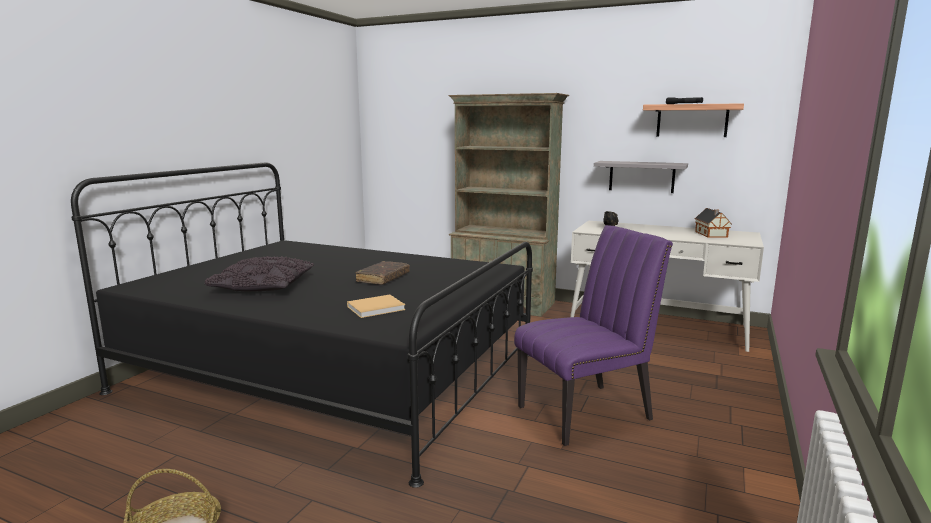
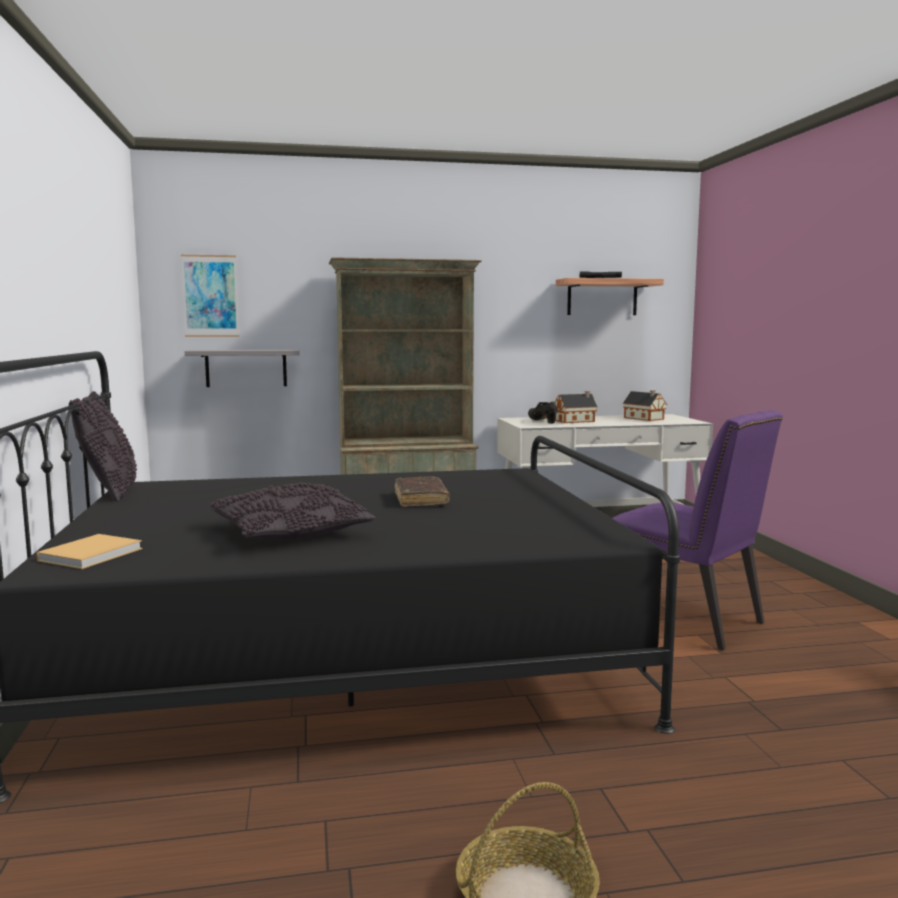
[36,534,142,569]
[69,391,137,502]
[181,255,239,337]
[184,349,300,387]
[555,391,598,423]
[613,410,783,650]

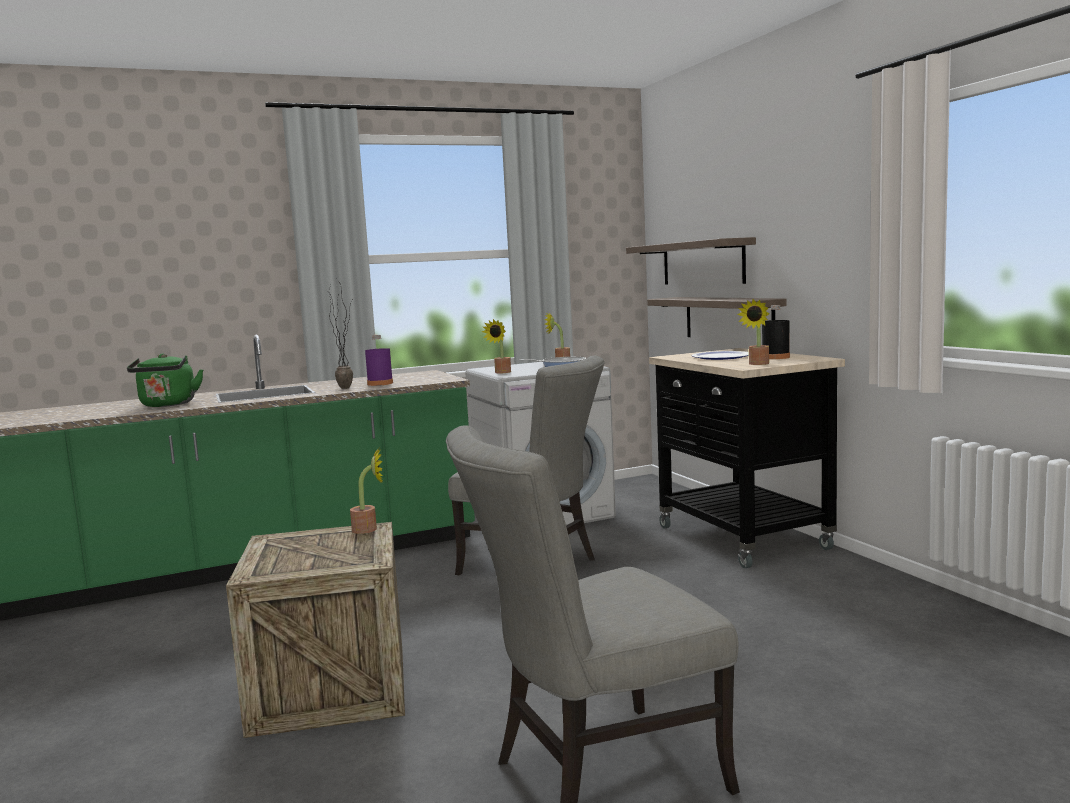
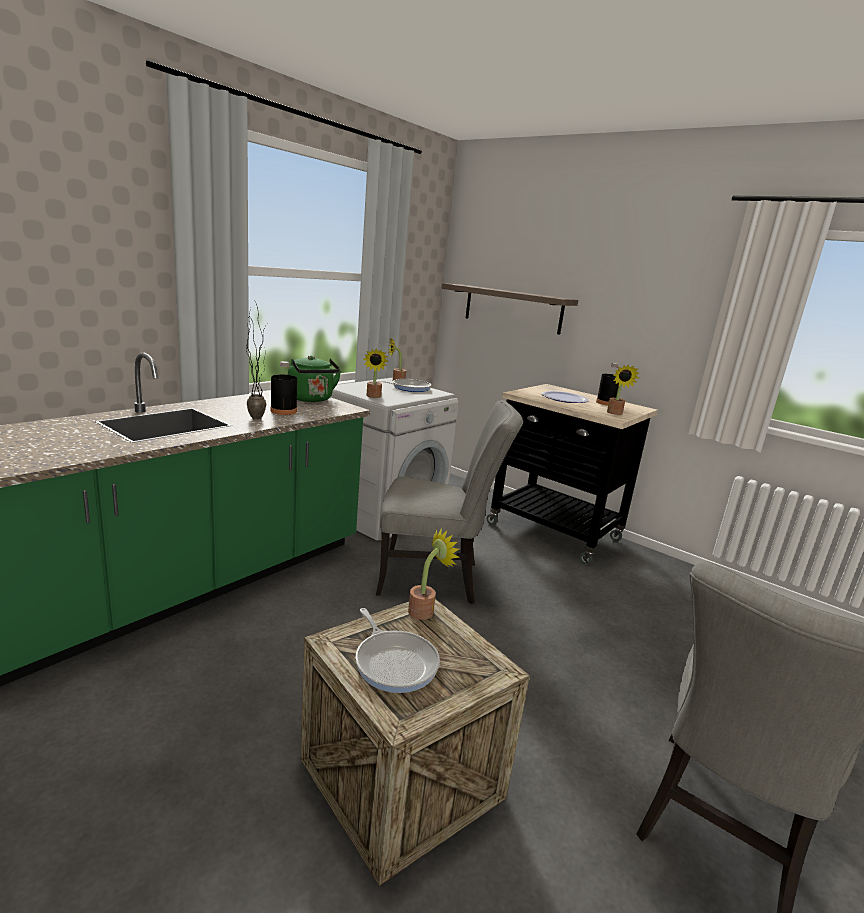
[270,361,297,415]
[288,356,341,402]
[355,608,440,693]
[647,297,787,337] (first image)

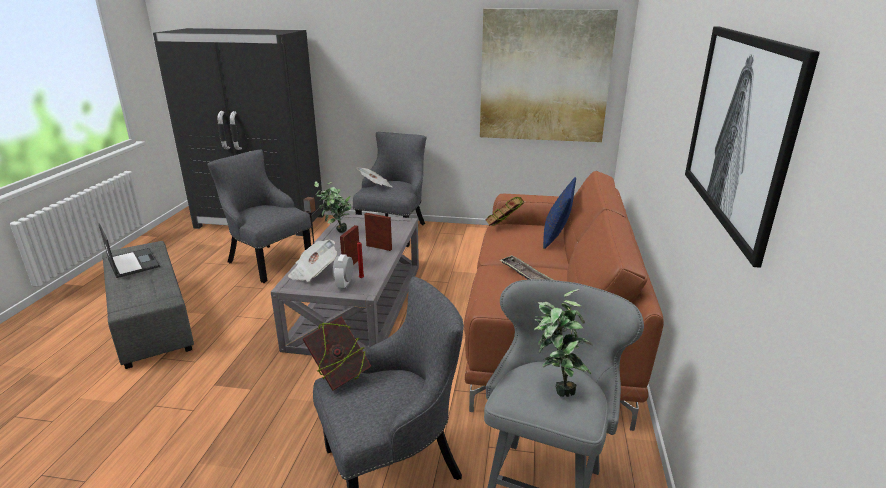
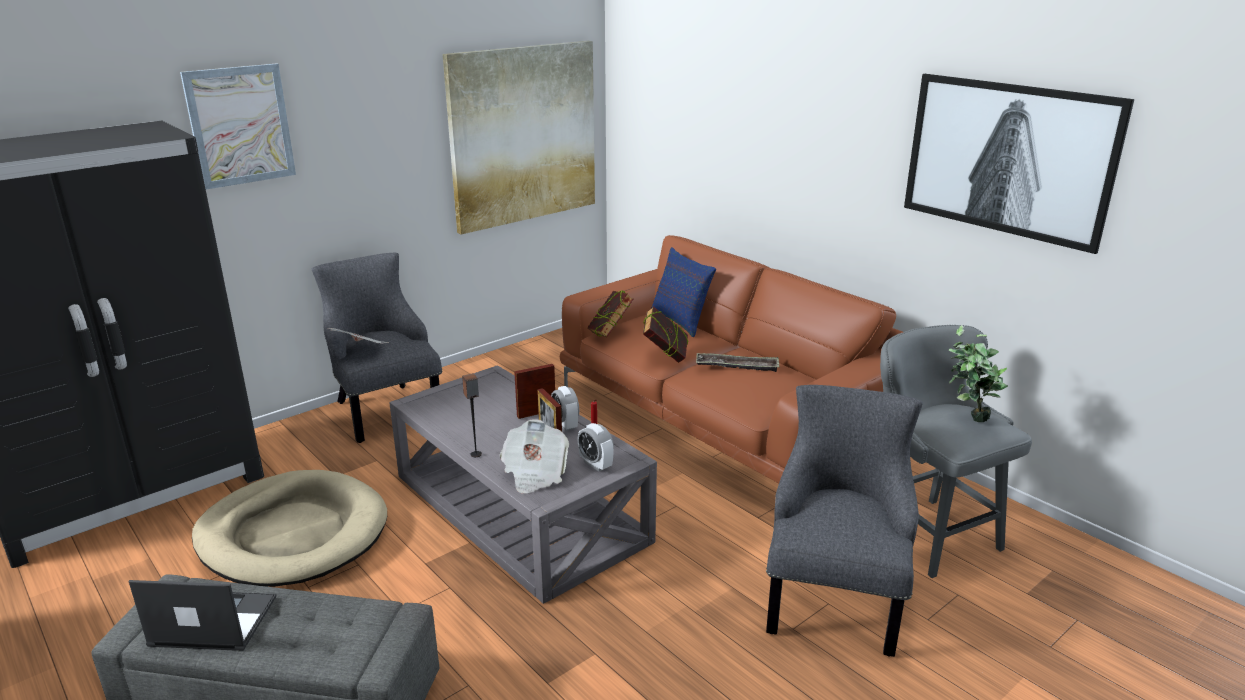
[180,63,296,190]
[192,470,387,587]
[551,386,579,431]
[643,306,688,363]
[314,181,352,233] (first image)

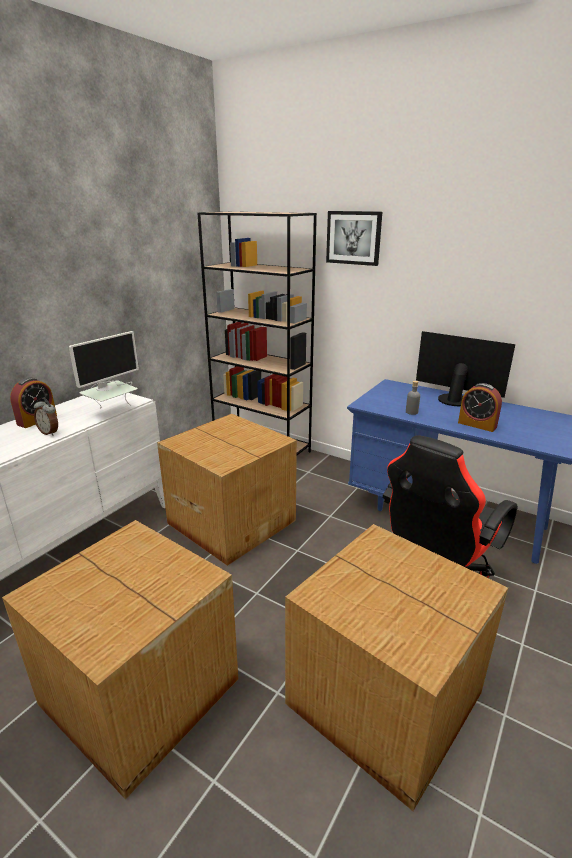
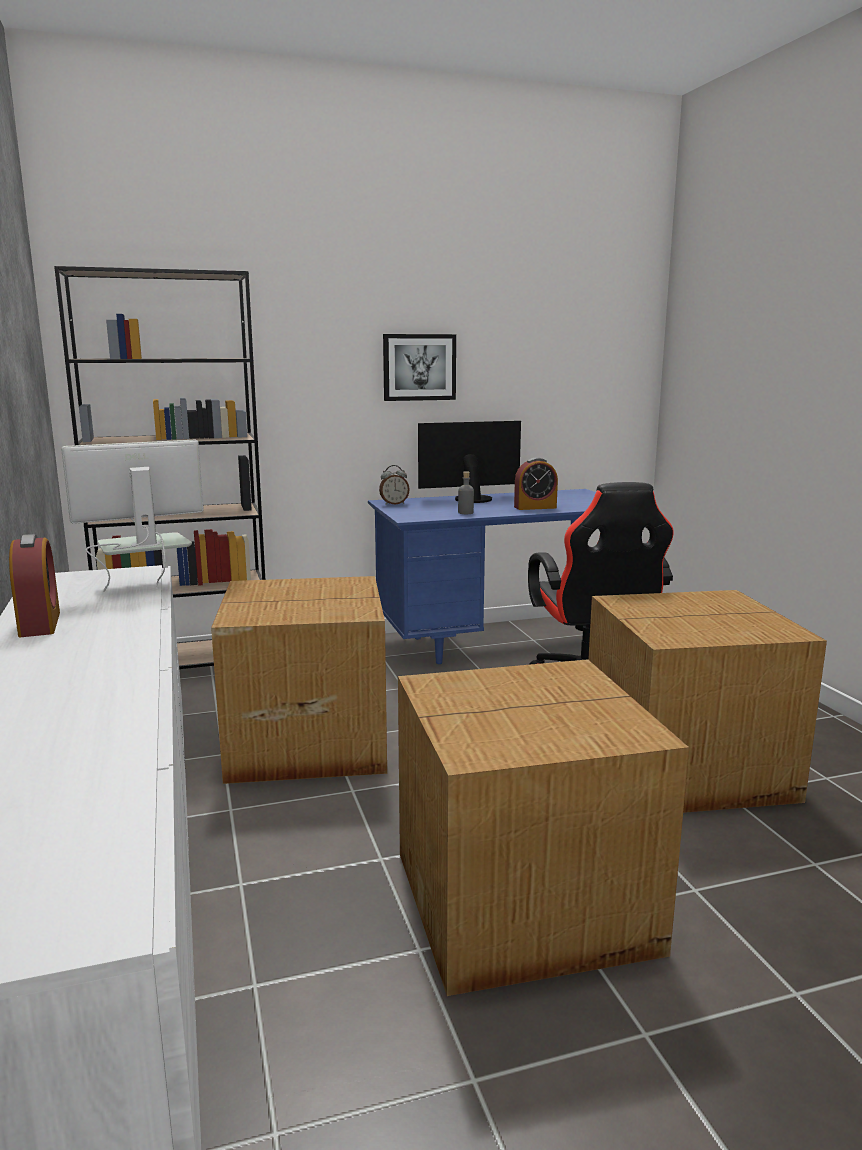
[61,440,204,592]
[379,465,410,505]
[383,334,456,401]

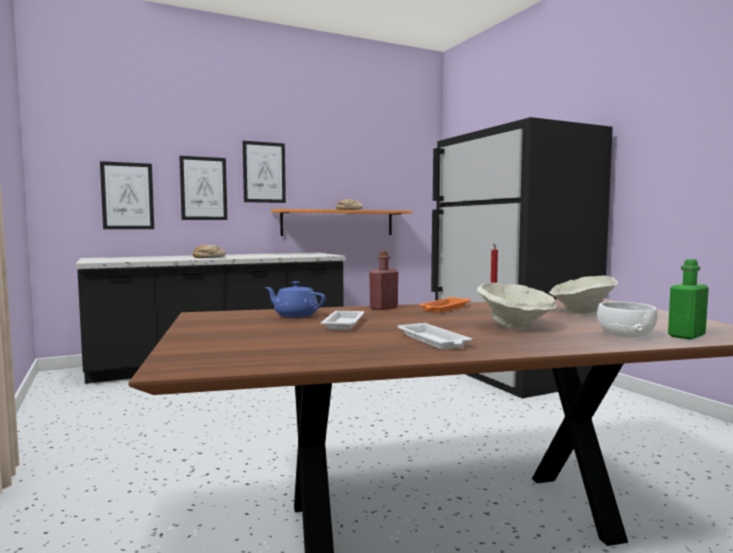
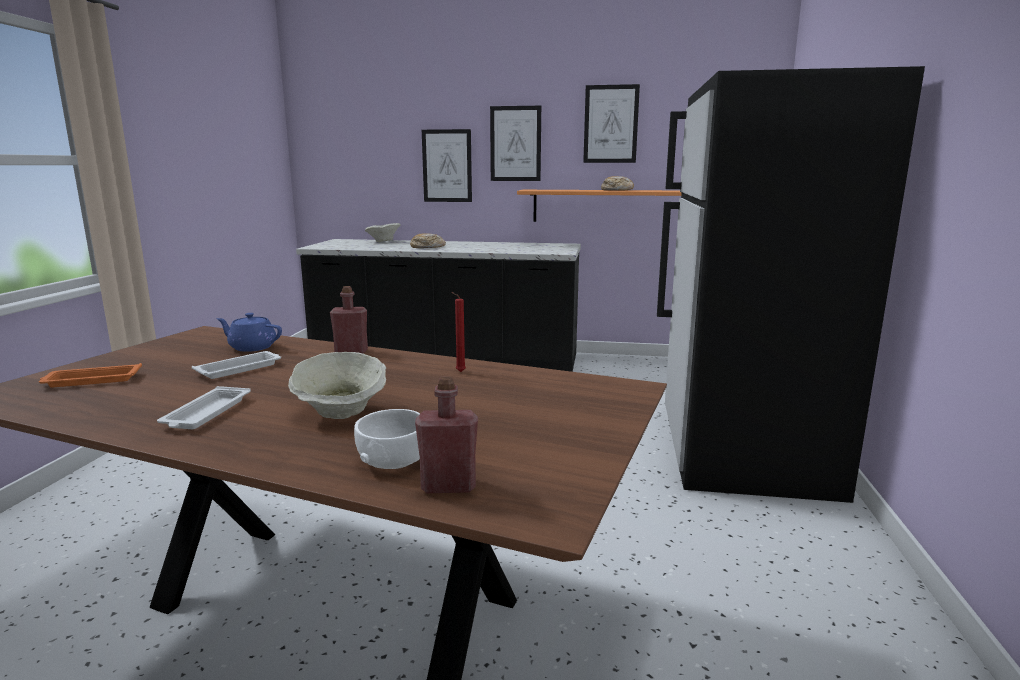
[39,363,142,387]
[216,313,282,352]
[365,223,401,242]
[415,376,478,493]
[583,84,640,163]

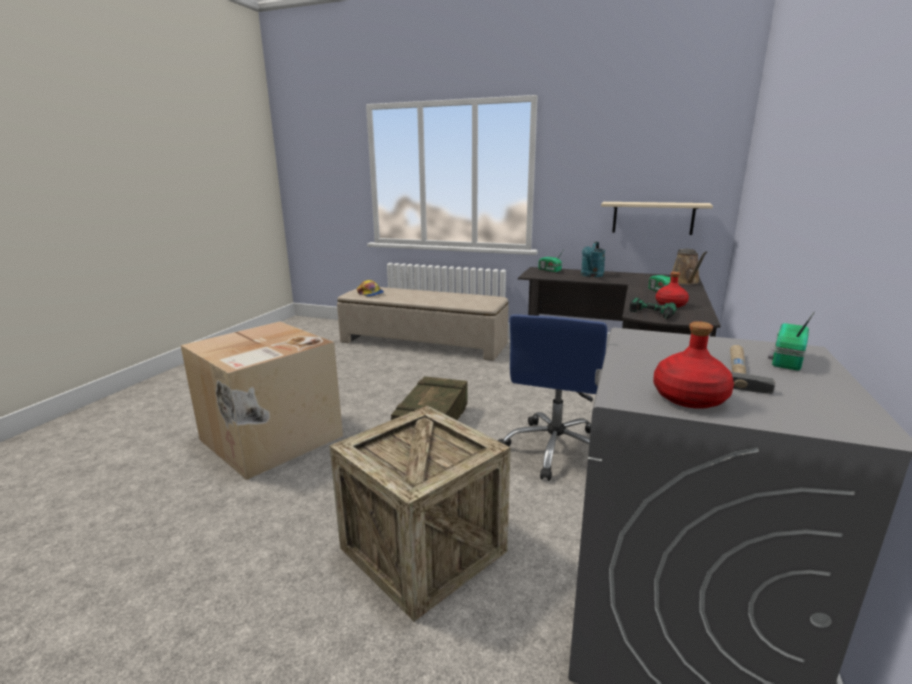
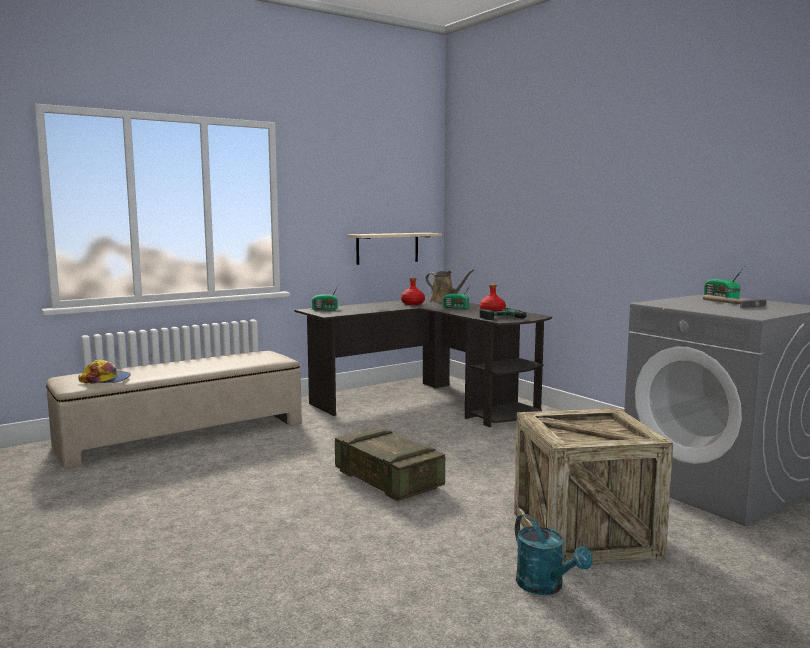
[401,278,425,305]
[515,514,593,595]
[181,322,343,480] (first image)
[498,314,607,481] (first image)

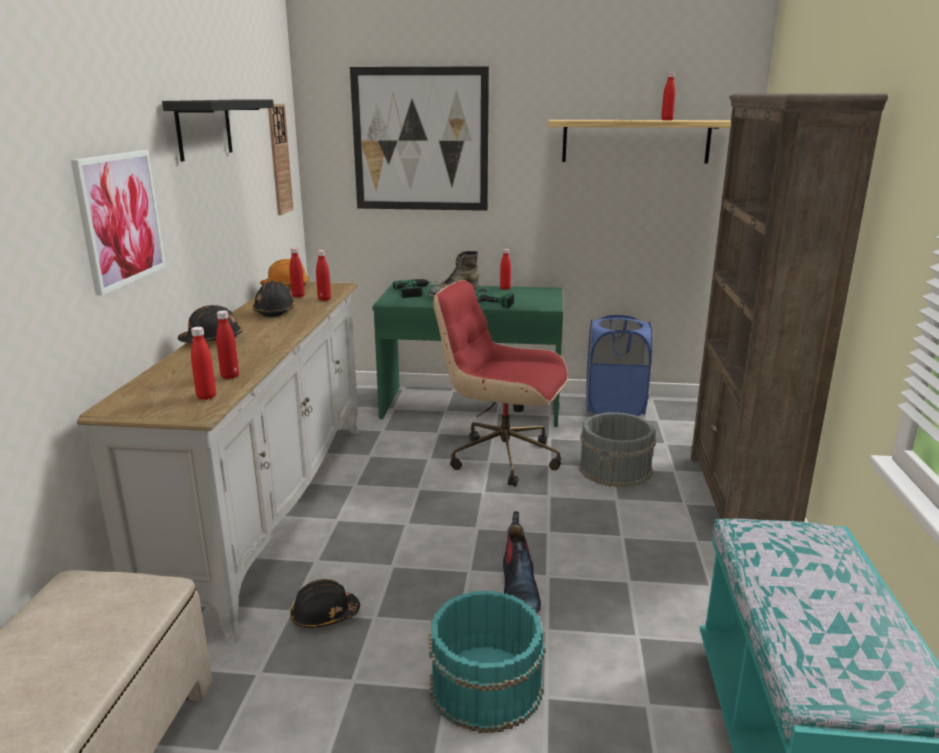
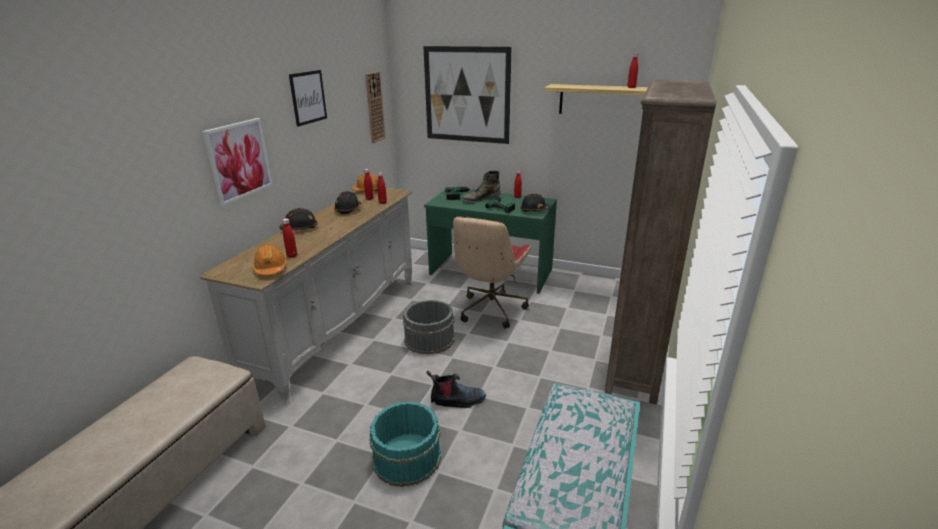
[252,244,287,275]
[289,70,327,127]
[403,300,455,354]
[427,371,486,408]
[453,217,531,329]
[520,193,550,212]
[586,315,652,417] (first image)

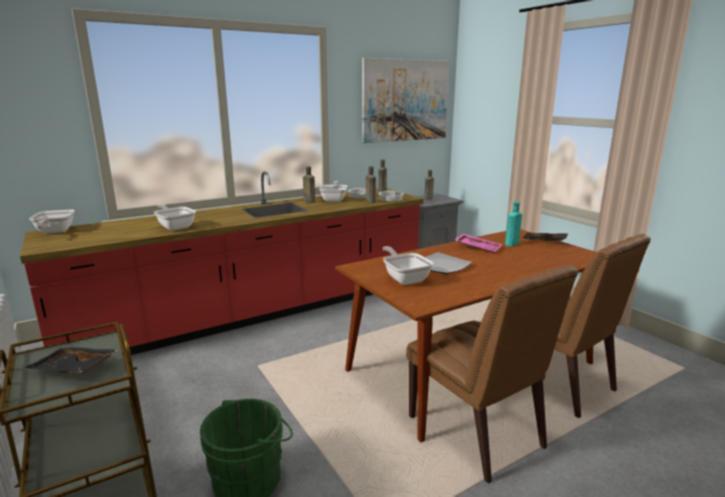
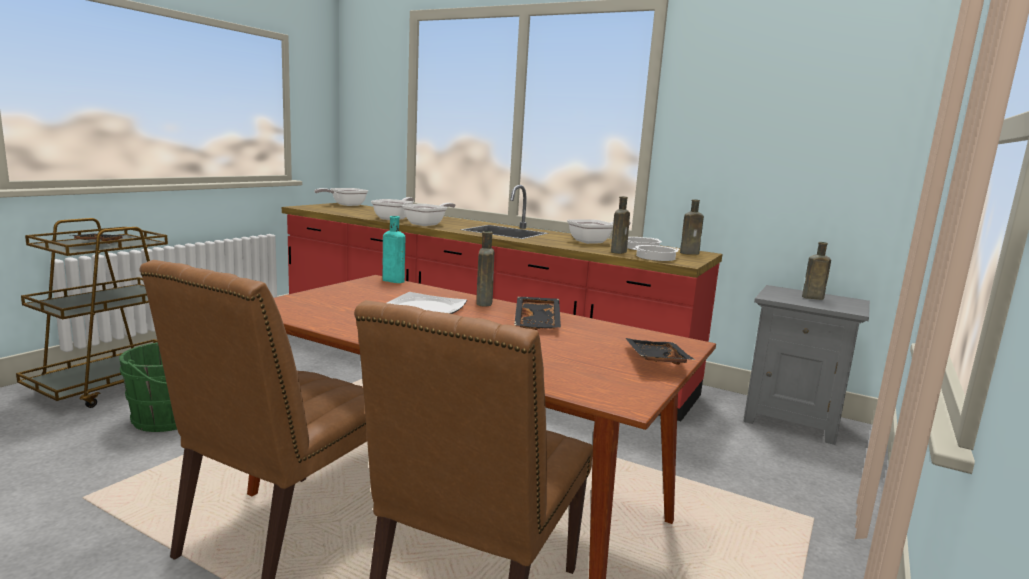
[383,216,405,283]
[402,203,455,226]
[477,231,494,307]
[514,297,561,330]
[362,58,449,143] (first image)

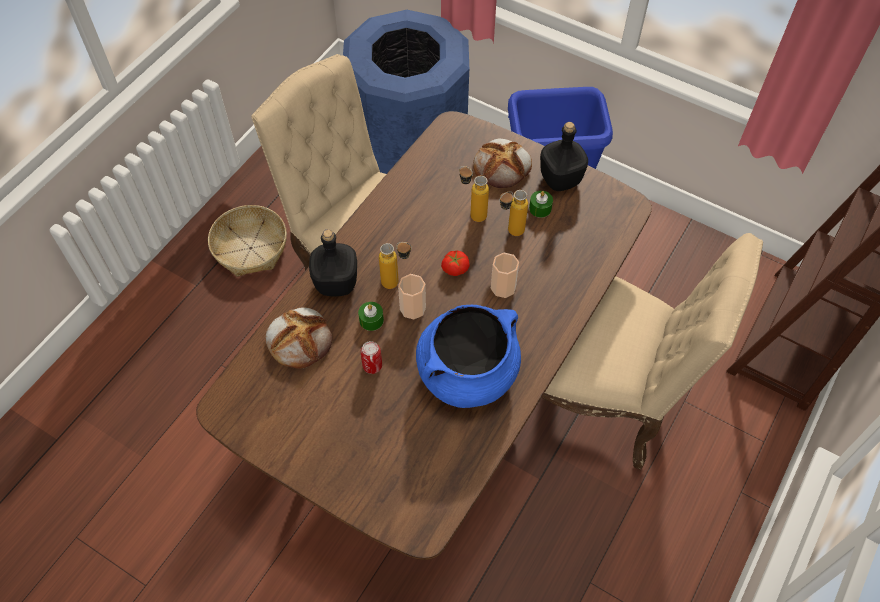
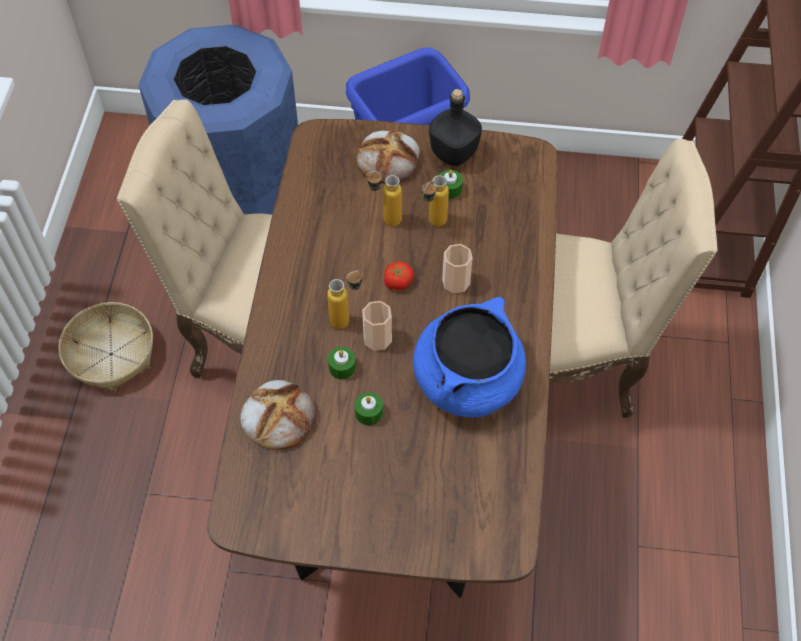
[355,392,383,425]
[309,229,357,296] (first image)

